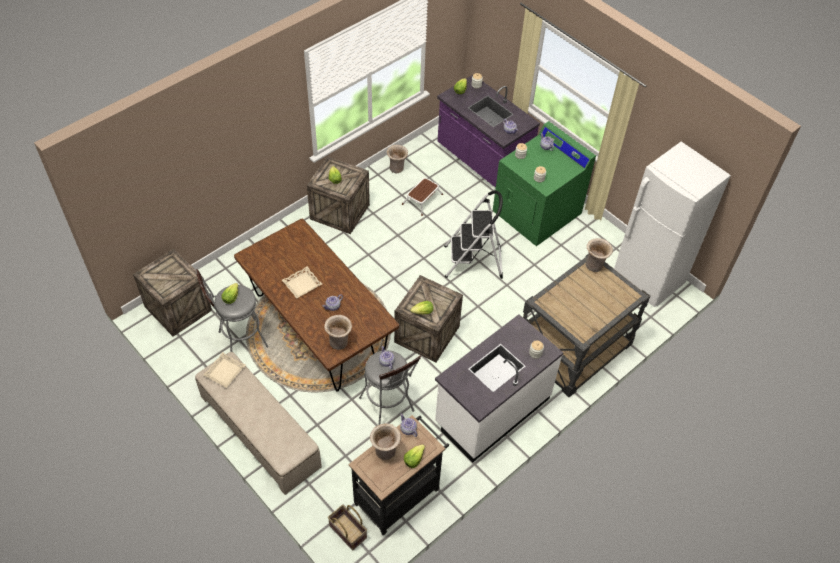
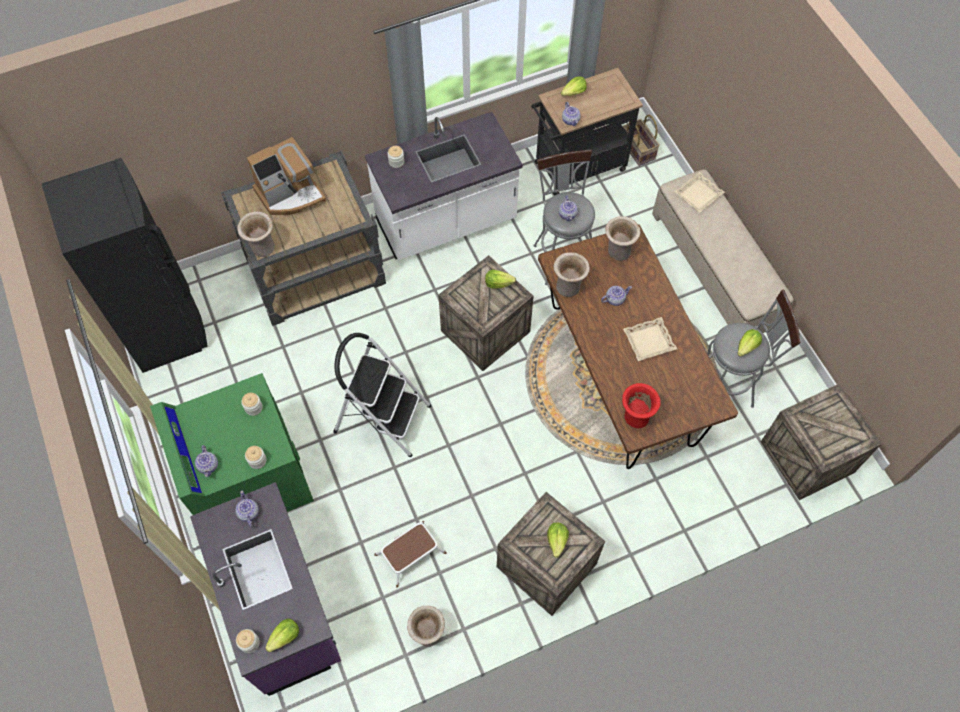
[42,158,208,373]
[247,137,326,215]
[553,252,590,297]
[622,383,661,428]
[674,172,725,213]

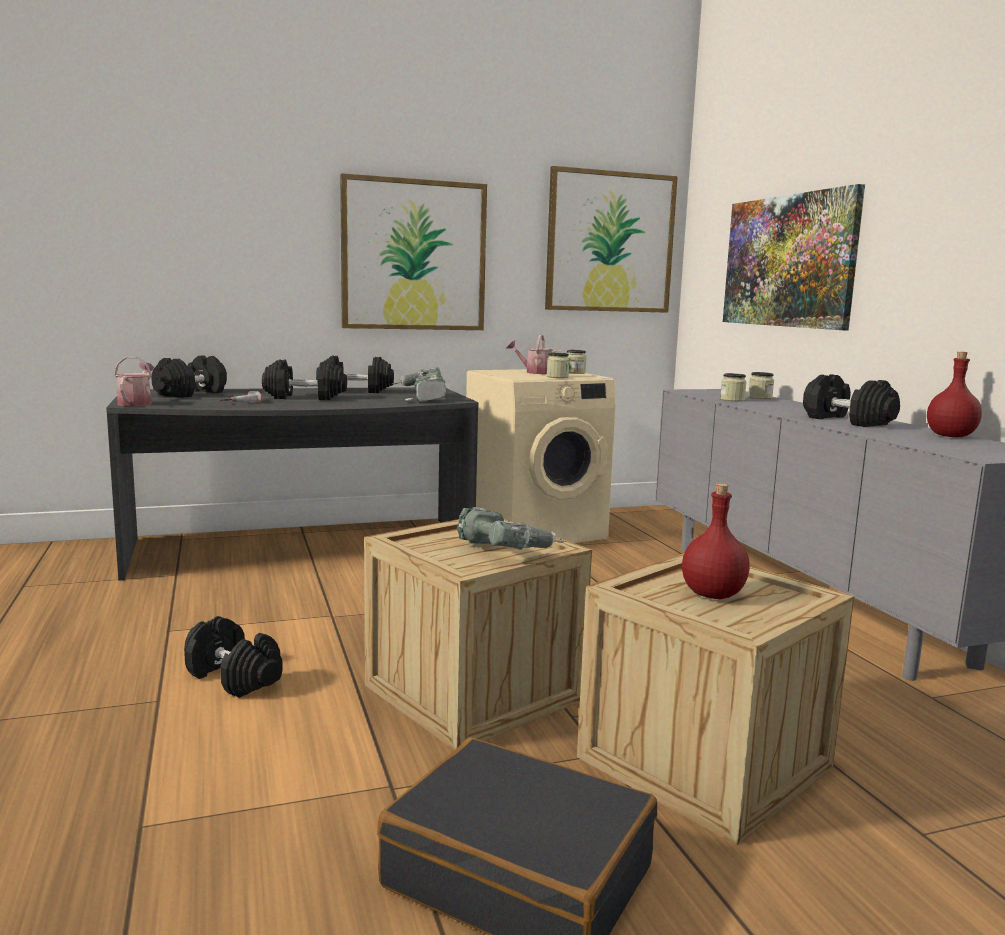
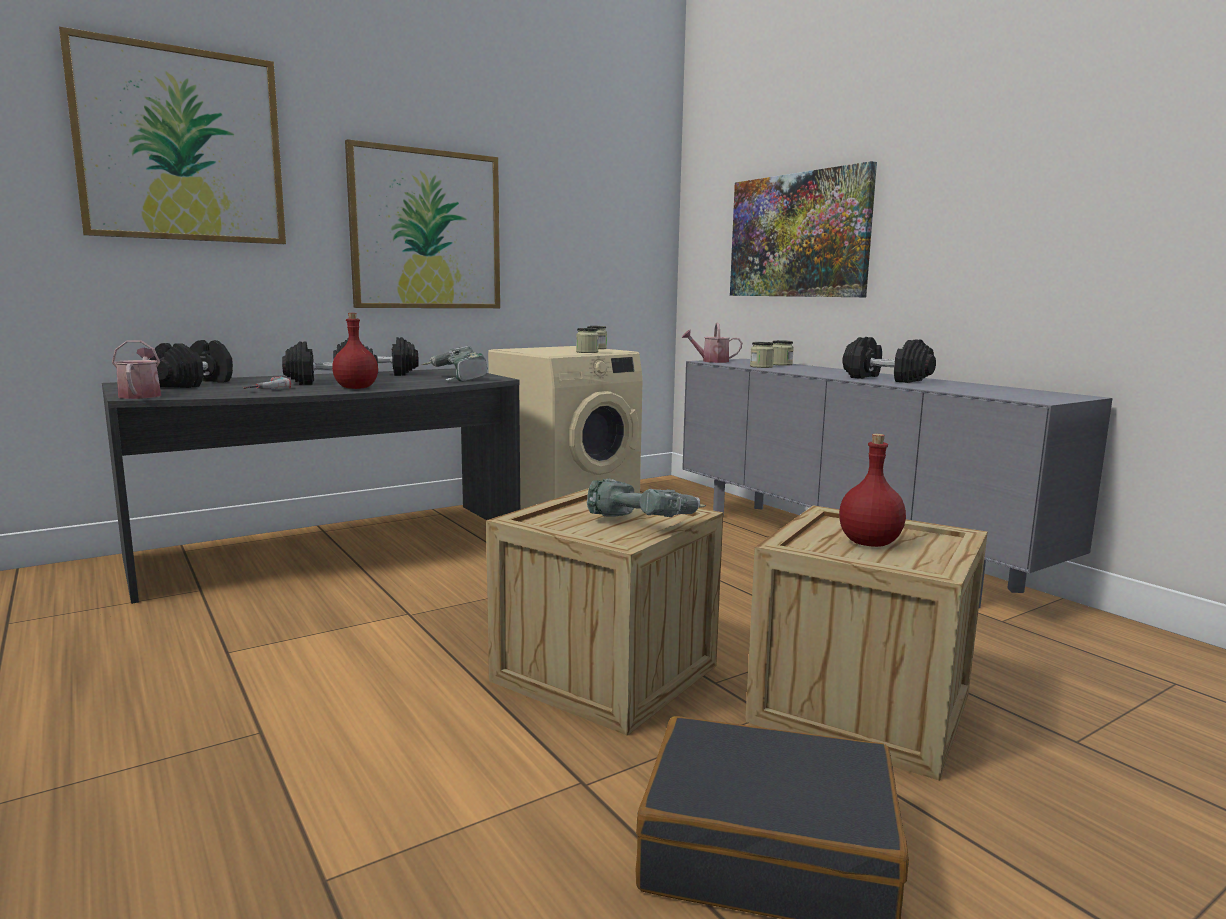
[59,27,286,244]
[332,313,378,389]
[681,323,742,363]
[184,616,283,698] (first image)

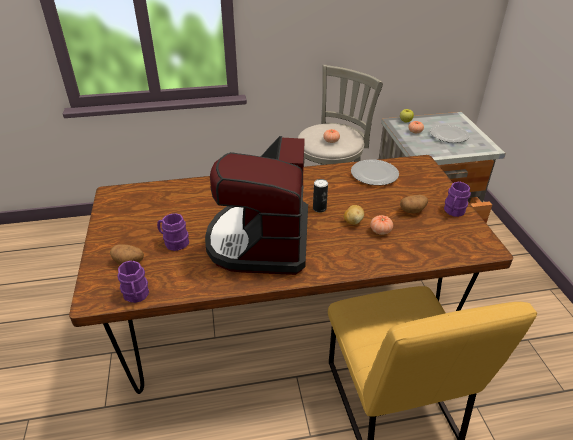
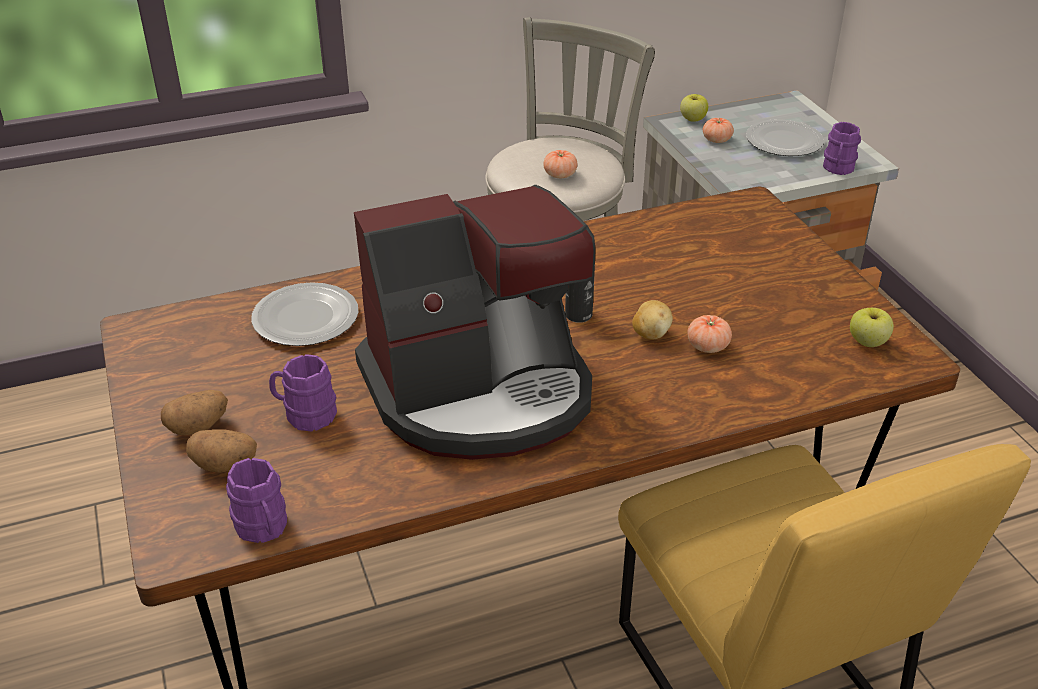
[161,390,228,435]
[251,282,358,346]
[354,185,596,460]
[823,122,861,175]
[850,308,894,347]

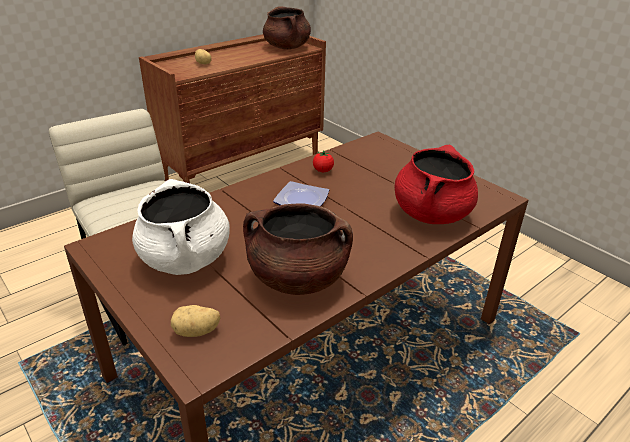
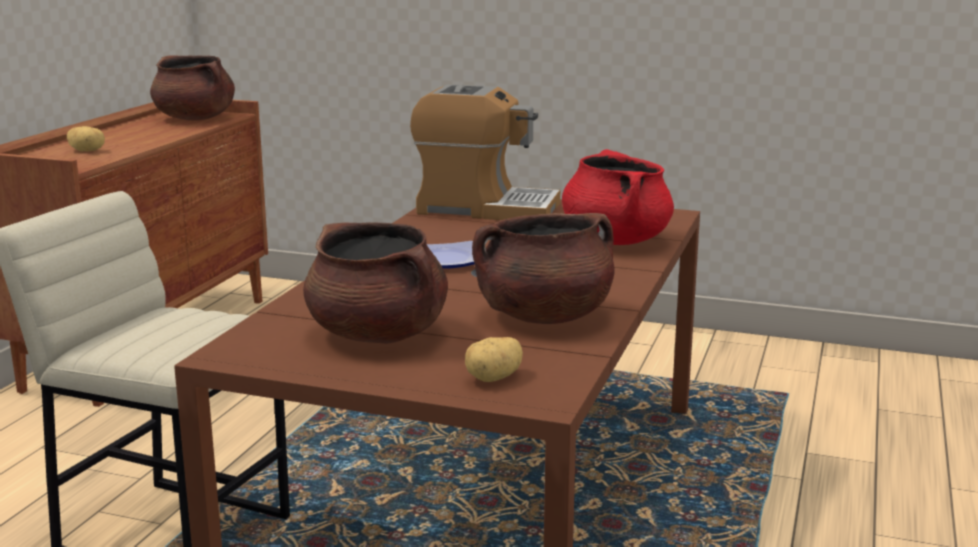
[303,222,448,344]
[410,85,560,220]
[313,151,334,172] (first image)

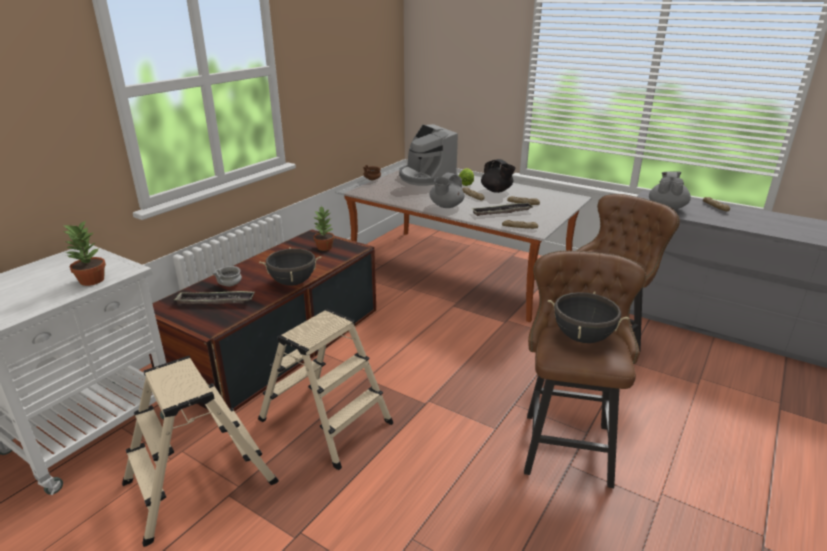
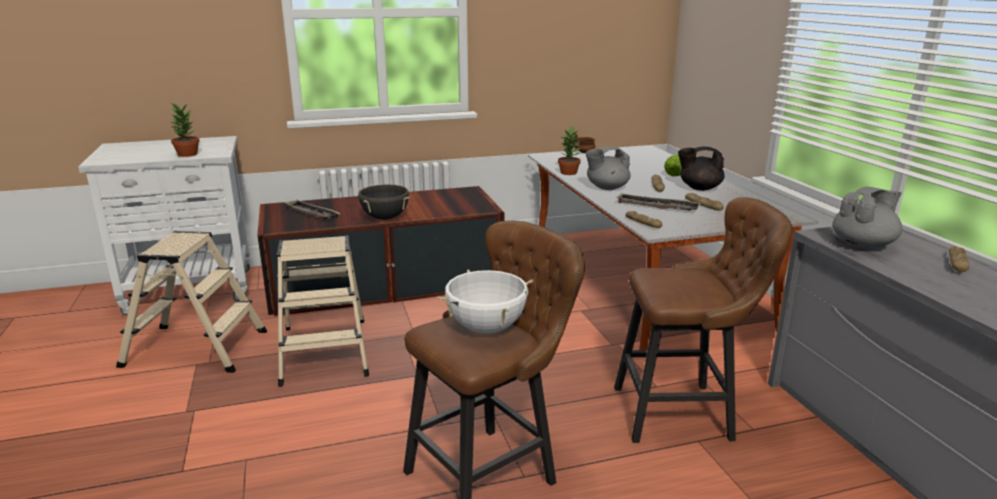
[437,269,533,333]
[558,126,581,175]
[678,147,725,191]
[212,266,242,287] (first image)
[399,124,458,186] (first image)

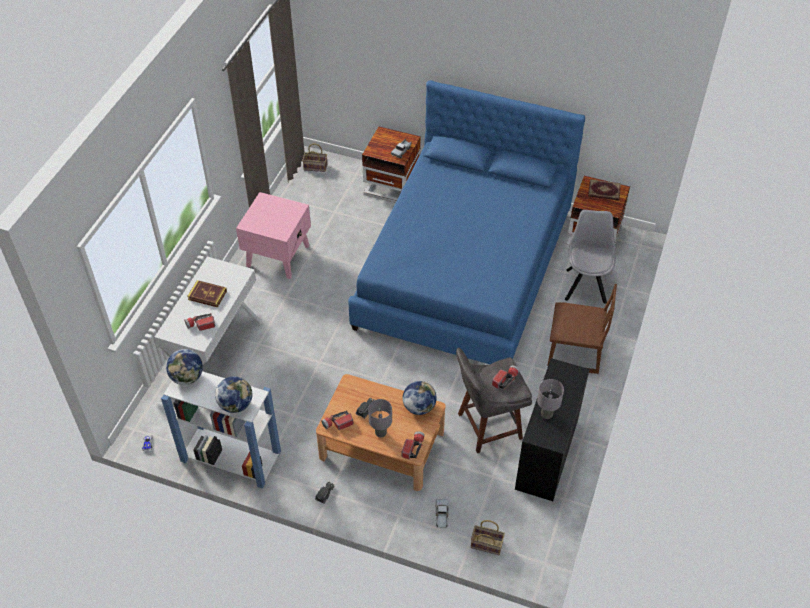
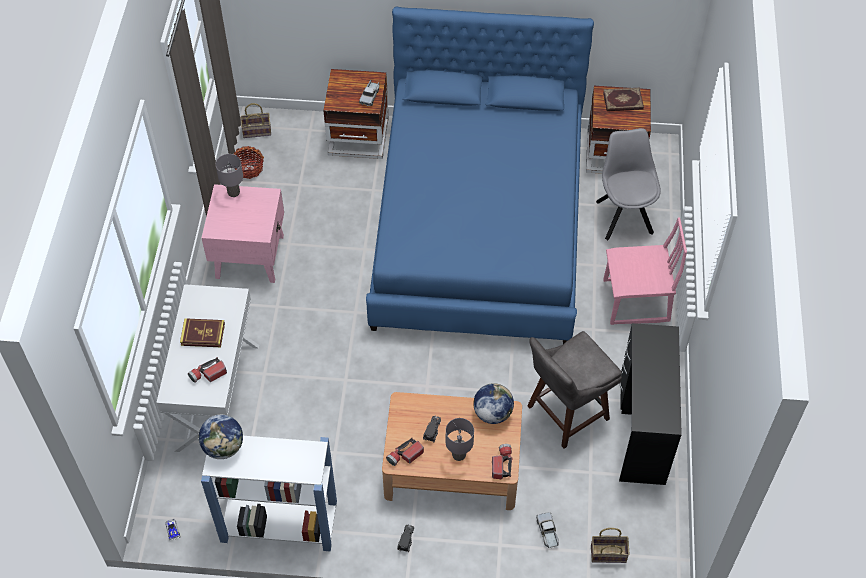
[216,154,243,197]
[234,146,264,179]
[603,217,687,325]
[215,376,253,413] (first image)
[492,365,520,390] (first image)

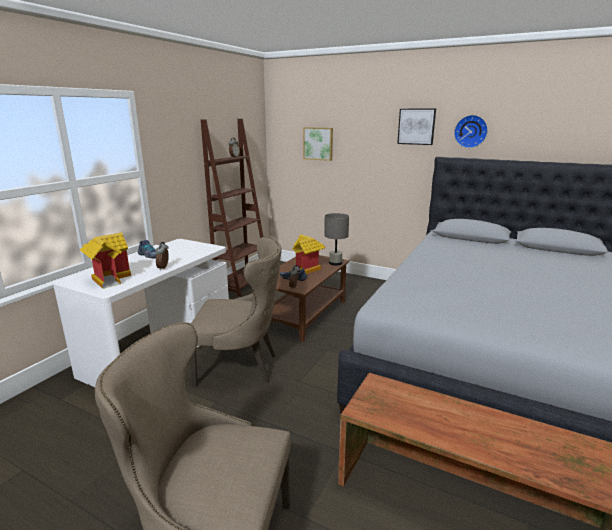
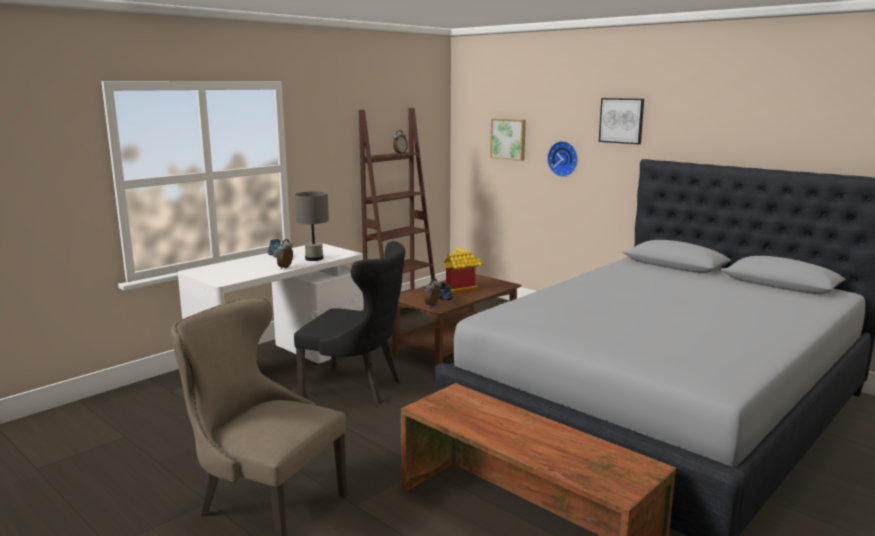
[294,241,405,404]
[295,192,329,261]
[547,141,578,177]
[80,233,131,289] (first image)

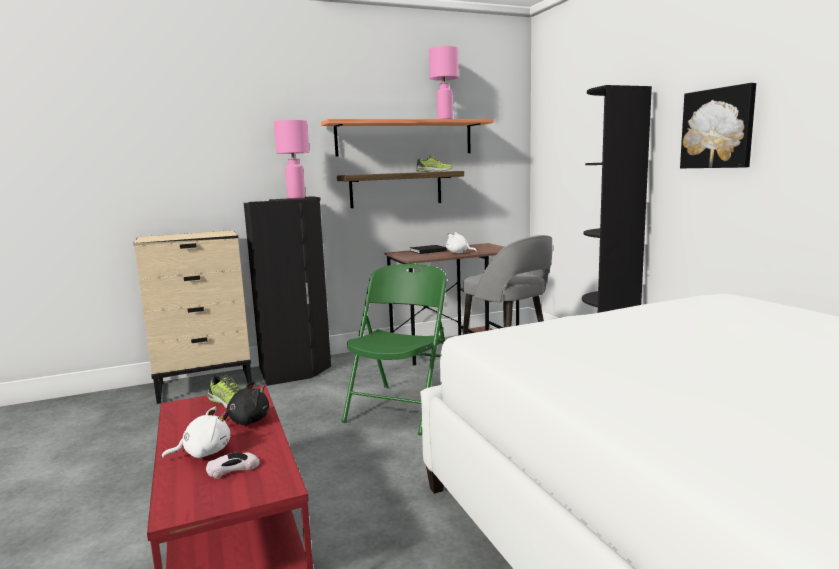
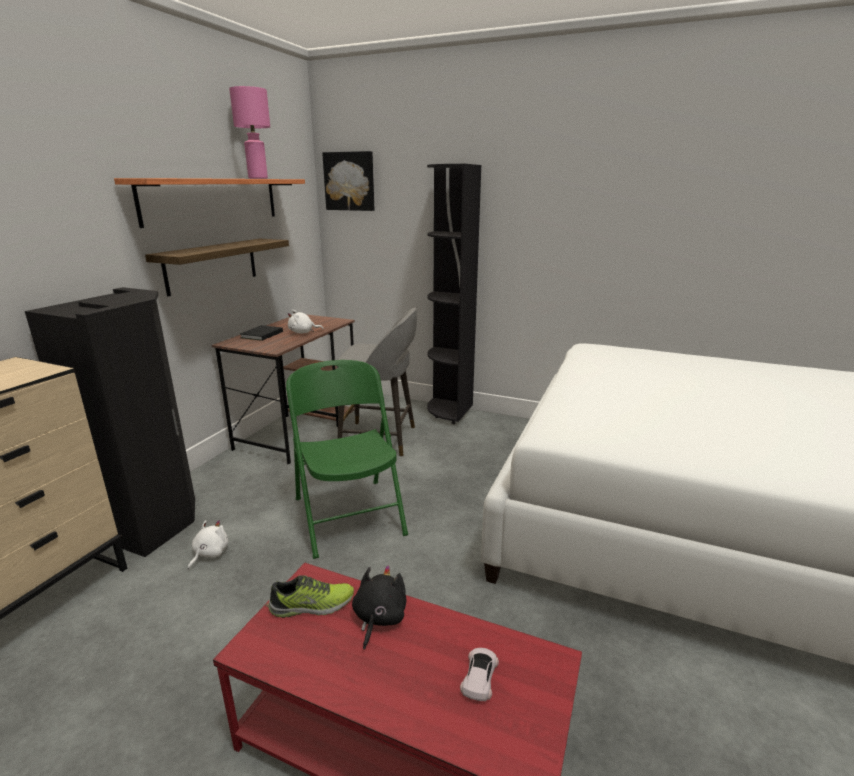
[188,520,228,570]
[322,151,375,211]
[274,120,309,199] (first image)
[416,155,452,172] (first image)

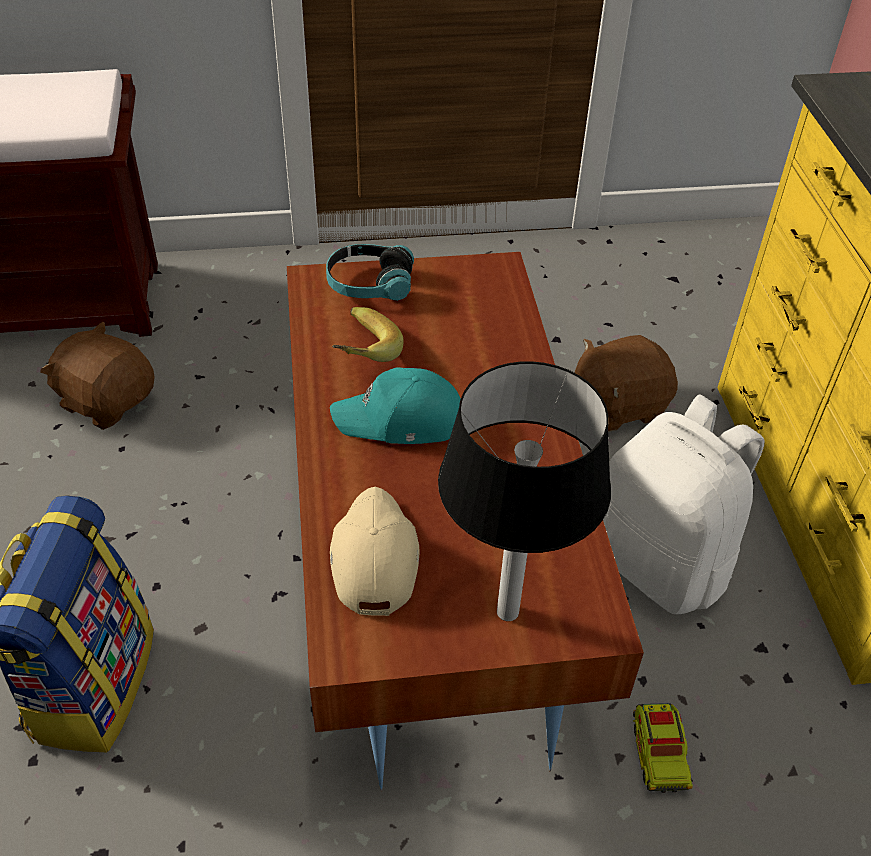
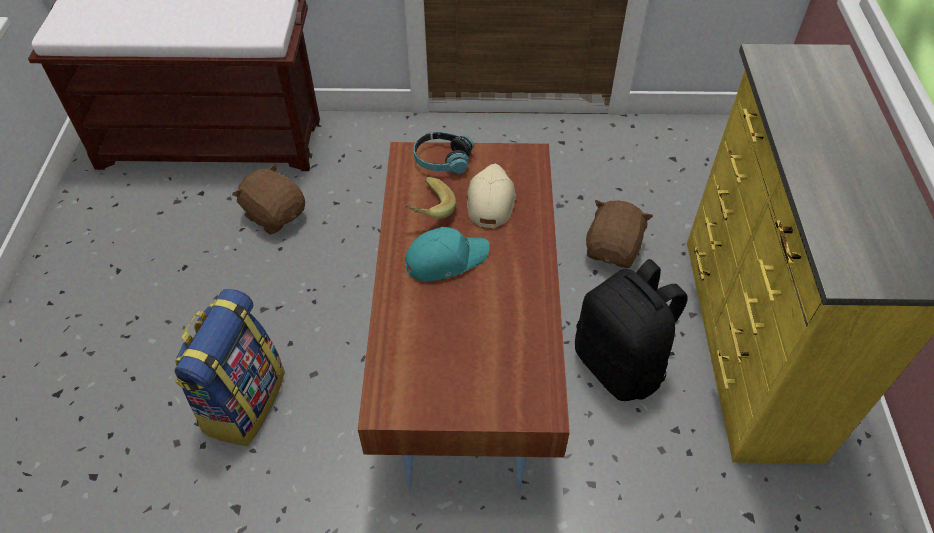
[405,227,489,282]
[467,164,516,228]
[575,259,688,401]
[586,200,653,268]
[438,361,611,621] (first image)
[633,703,693,793] (first image)

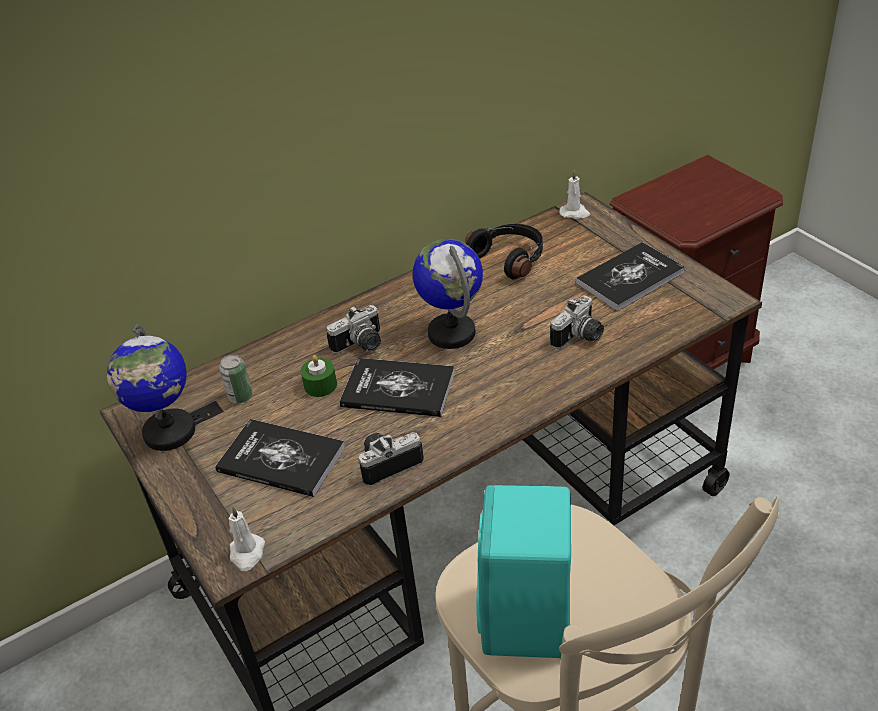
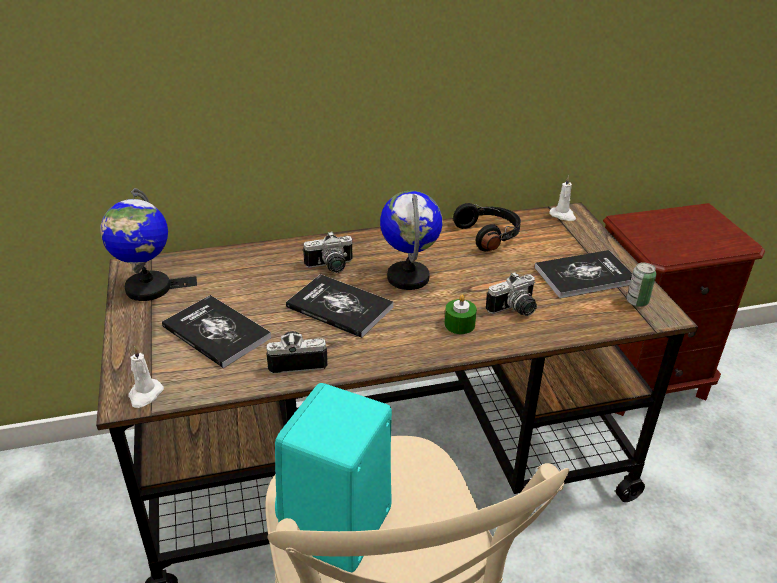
[445,295,477,334]
[627,262,656,307]

